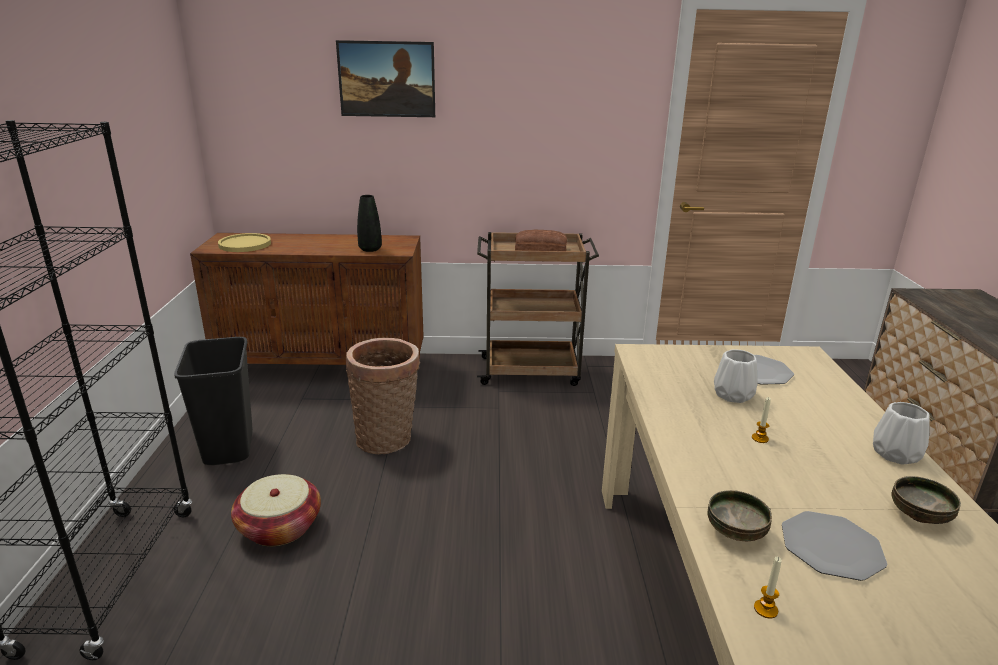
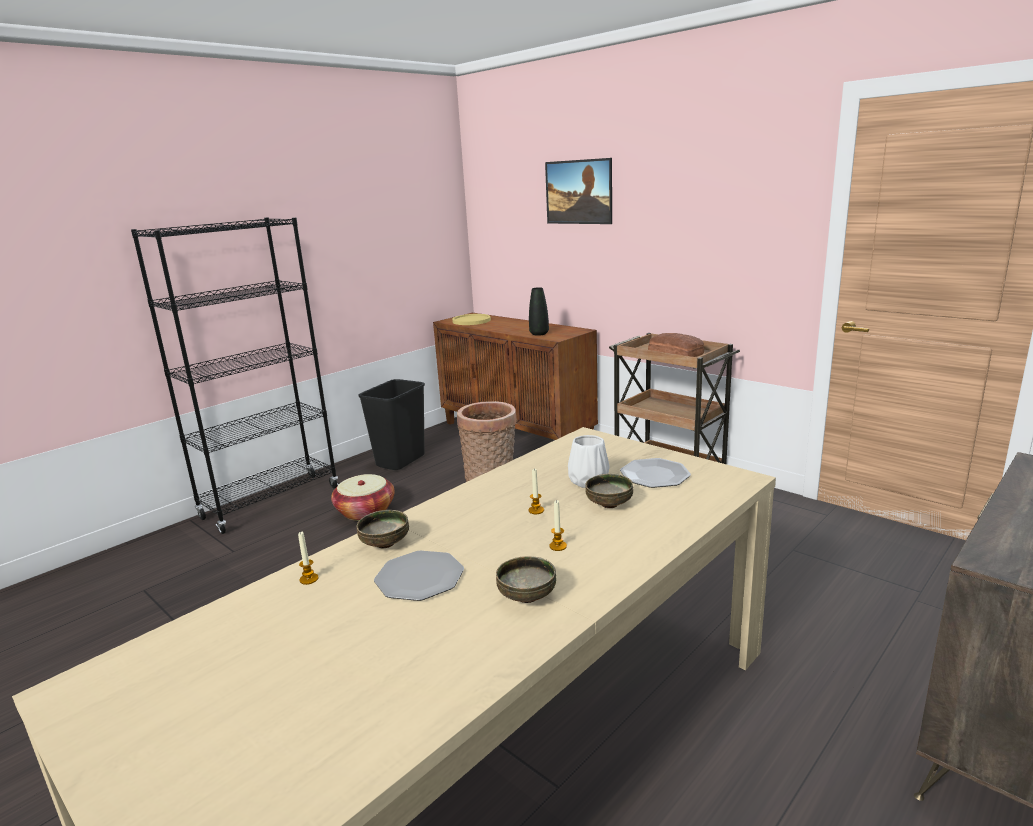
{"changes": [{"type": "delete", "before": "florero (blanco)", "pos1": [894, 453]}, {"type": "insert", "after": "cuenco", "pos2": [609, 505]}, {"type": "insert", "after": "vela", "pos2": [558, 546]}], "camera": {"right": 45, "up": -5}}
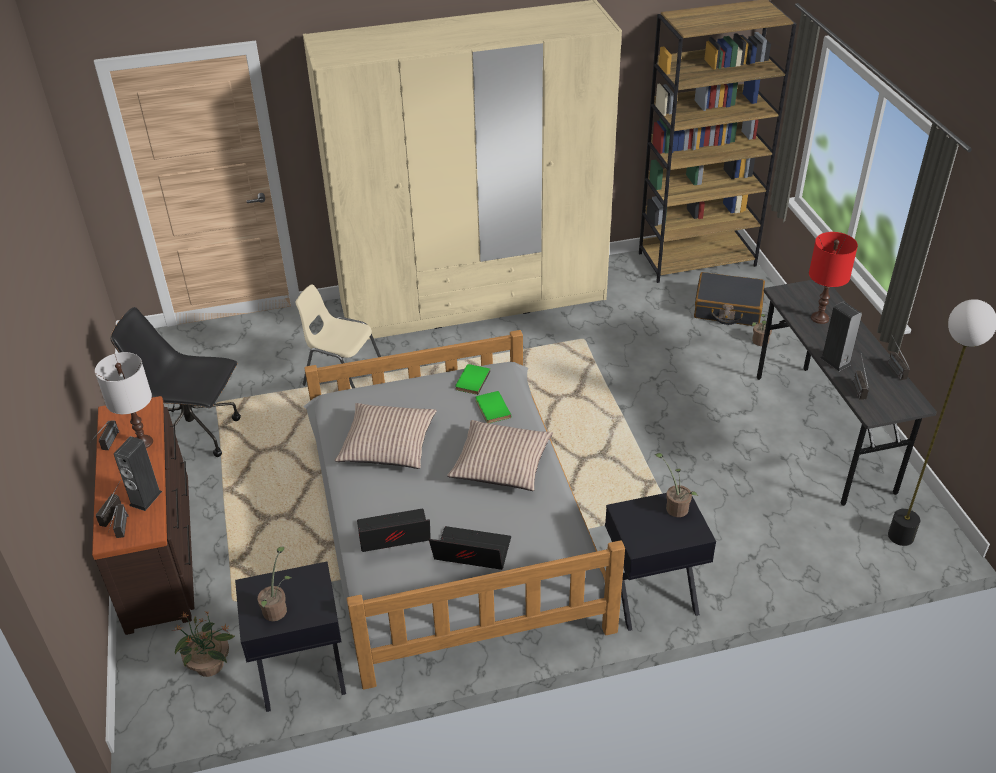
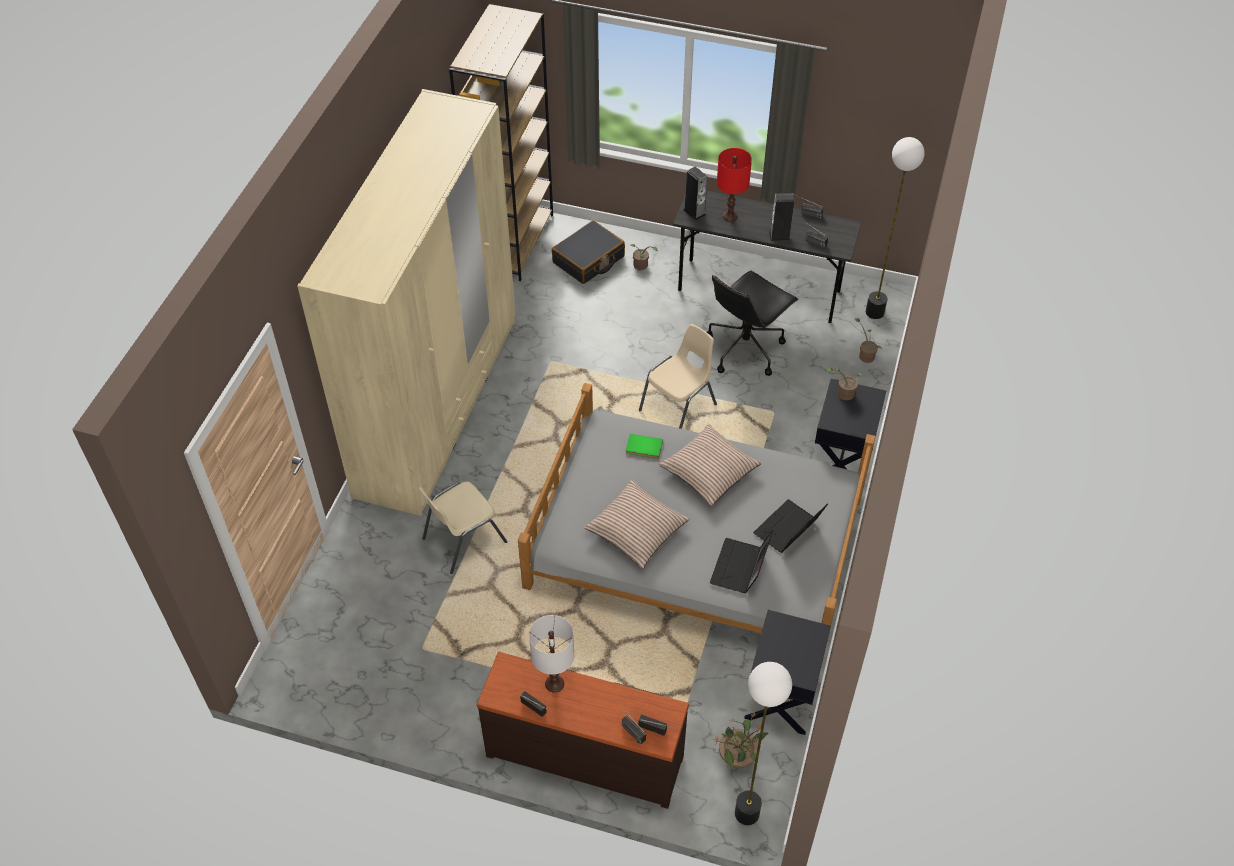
{"changes": [{"type": "move", "before": "silla de oficina (negro)", "pos1": [195, 433], "pos2": [745, 348]}, {"type": "delete", "before": "libro (verde)", "pos1": [471, 380]}, {"type": "move", "before": "altavoz", "pos1": [145, 498], "pos2": [694, 212]}, {"type": "move", "before": "planta en maceta", "pos1": [277, 608], "pos2": [865, 355]}, {"type": "insert", "after": "silla (beis)", "pos2": [679, 408]}, {"type": "insert", "after": "lámpara de pie", "pos2": [747, 813]}], "camera": {"right": -60, "up": 10}}
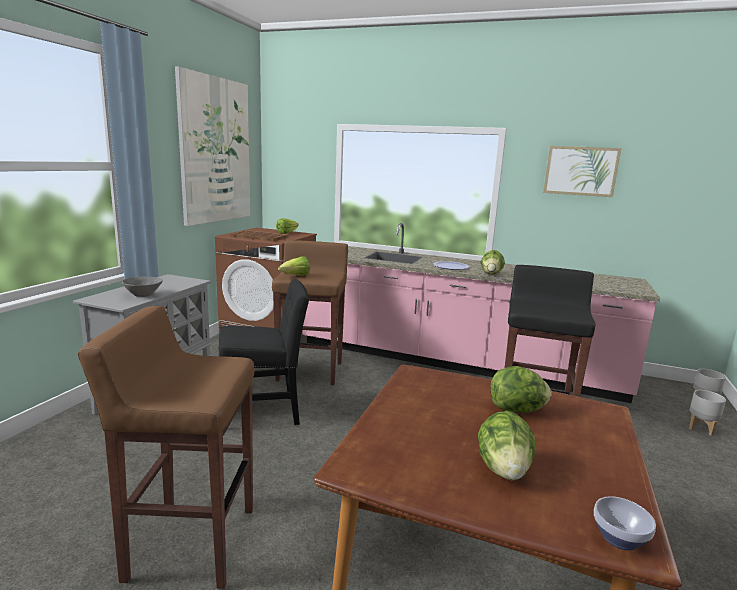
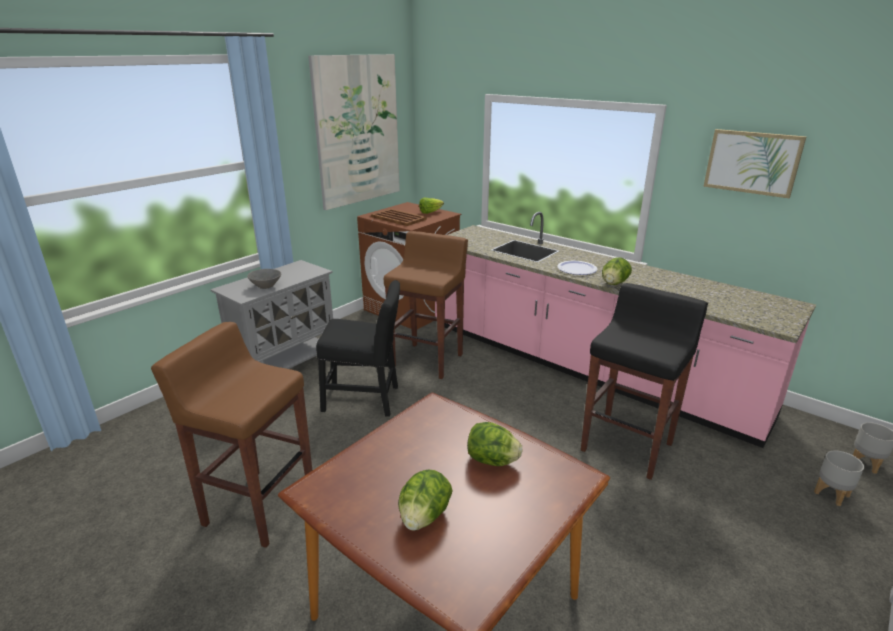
{"changes": [{"type": "delete", "before": "lechuga", "pos1": [296, 276]}, {"type": "delete", "before": "cuenco", "pos1": [620, 537]}], "camera": {"right": 20, "up": 10}}
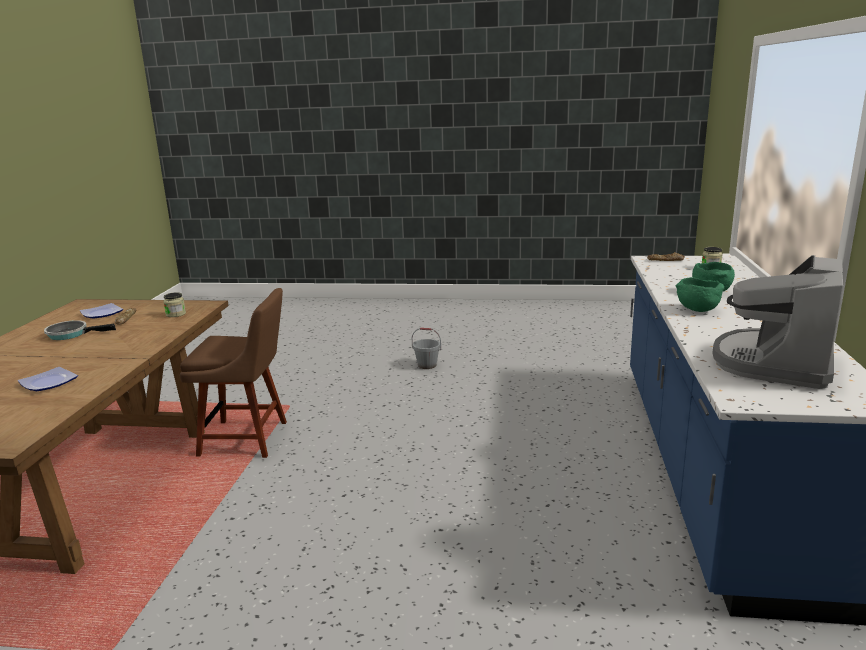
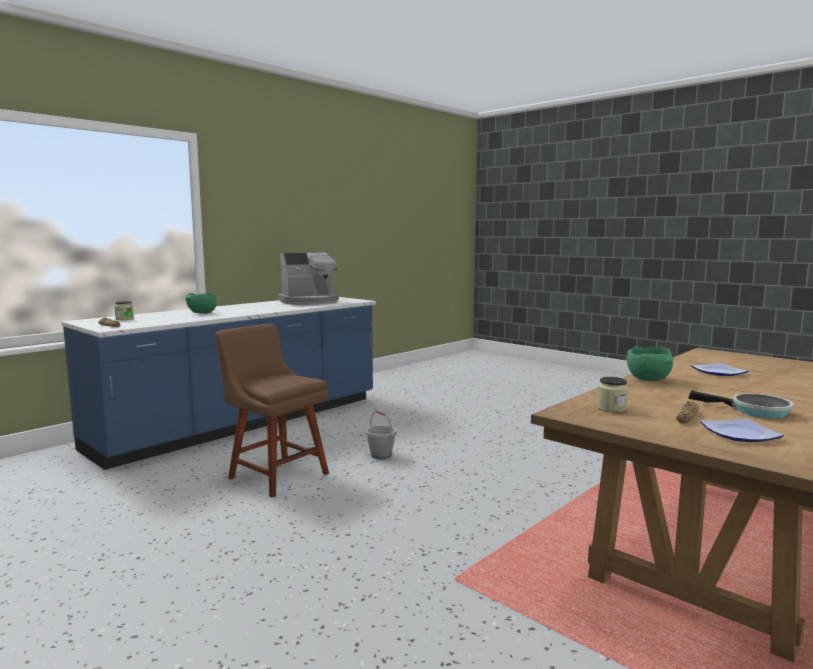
{"changes": [{"type": "move", "before": "cuenco (verde)", "pos1": [697, 310], "pos2": [649, 380]}, {"type": "move", "before": "silla (marrón)", "pos1": [248, 439], "pos2": [275, 474]}, {"type": "move", "before": "cubo (gris)", "pos1": [427, 365], "pos2": [381, 455]}], "camera": {"right": -145, "up": -10}}
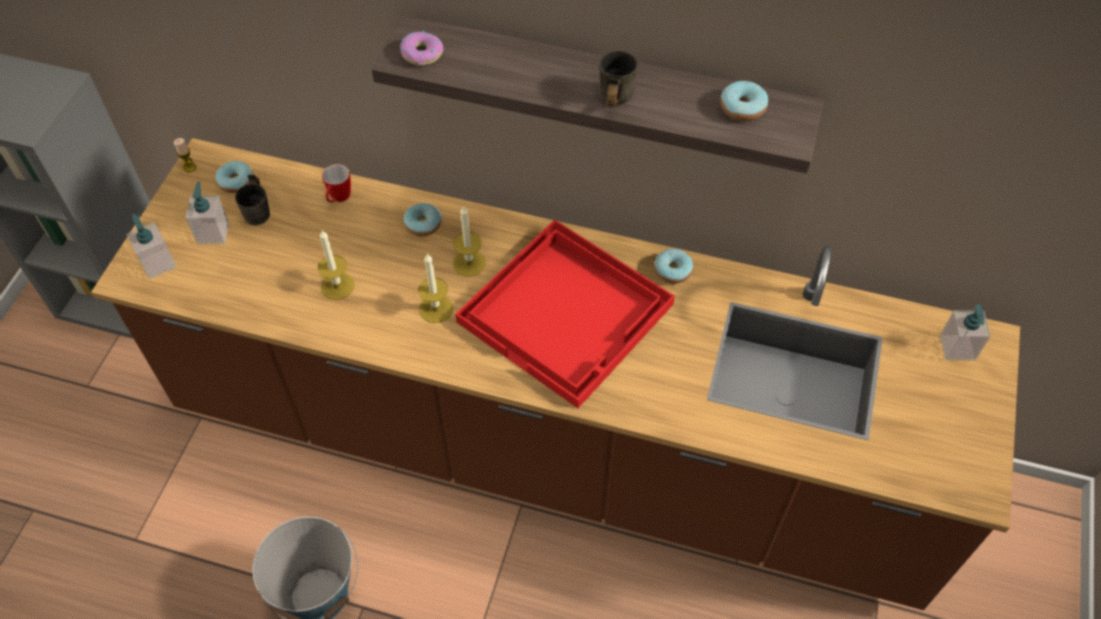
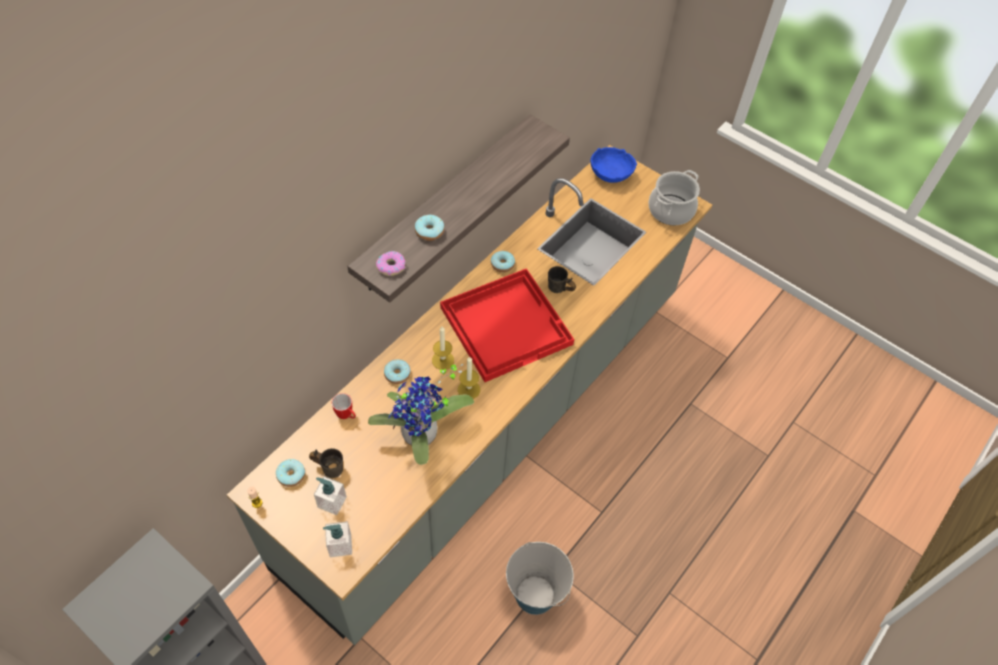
{"changes": [{"type": "move", "before": "taza grande (gris)", "pos1": [611, 100], "pos2": [558, 290]}, {"type": "move", "before": "rosquilla", "pos1": [742, 108], "pos2": [429, 231]}, {"type": "recolor", "before": "mueble bajo de cocina (marrón)", "after": "mueble bajo de cocina (gris)", "pos1": [550, 445], "pos2": [492, 423]}, {"type": "replace", "before": "vela", "after": "planta en maceta", "pos1": [337, 286], "pos2": [422, 438]}, {"type": "replace", "before": "dispensador de jabón", "after": "cuenco (azul)", "pos1": [957, 348], "pos2": [610, 173]}, {"type": "insert", "after": "olla", "pos2": [670, 210]}], "camera": {"right": -70, "up": 0}}
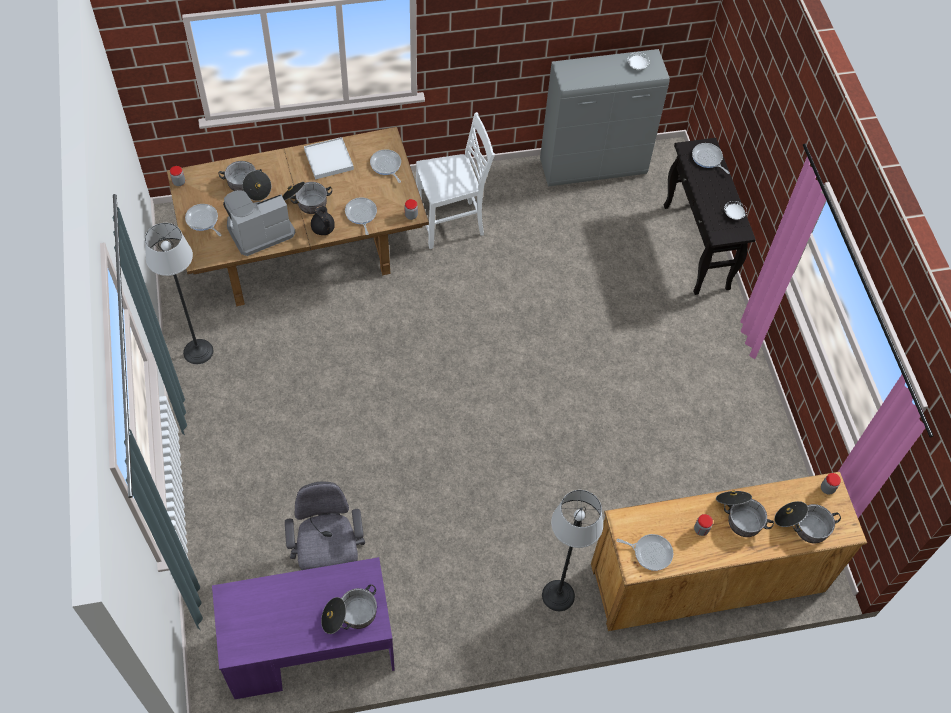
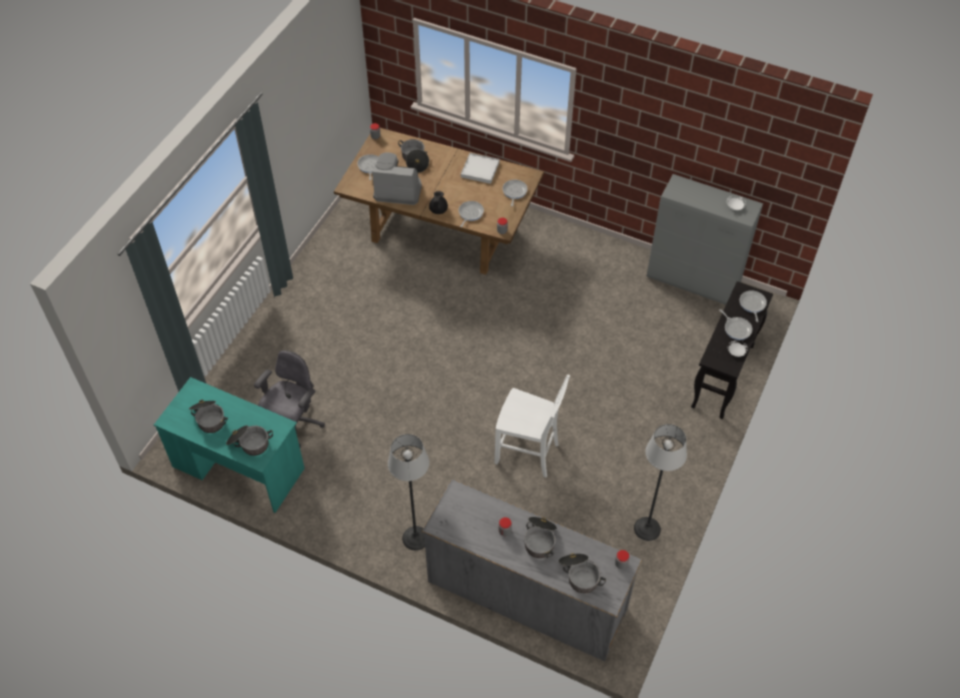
{"changes": [{"type": "move", "before": "silla (blanco)", "pos1": [451, 224], "pos2": [528, 453]}, {"type": "move", "before": "olla", "pos1": [305, 202], "pos2": [209, 418]}, {"type": "move", "before": "lámpara de pie", "pos1": [198, 351], "pos2": [647, 528]}, {"type": "recolor", "before": "cómoda (marrón)", "after": "cómoda (gris)", "pos1": [707, 578], "pos2": [527, 595]}, {"type": "move", "before": "sartén", "pos1": [650, 552], "pos2": [736, 328]}, {"type": "recolor", "before": "escritorio (morado)", "after": "escritorio (turquesa)", "pos1": [310, 649], "pos2": [238, 467]}], "camera": {"right": 40, "up": -5}}
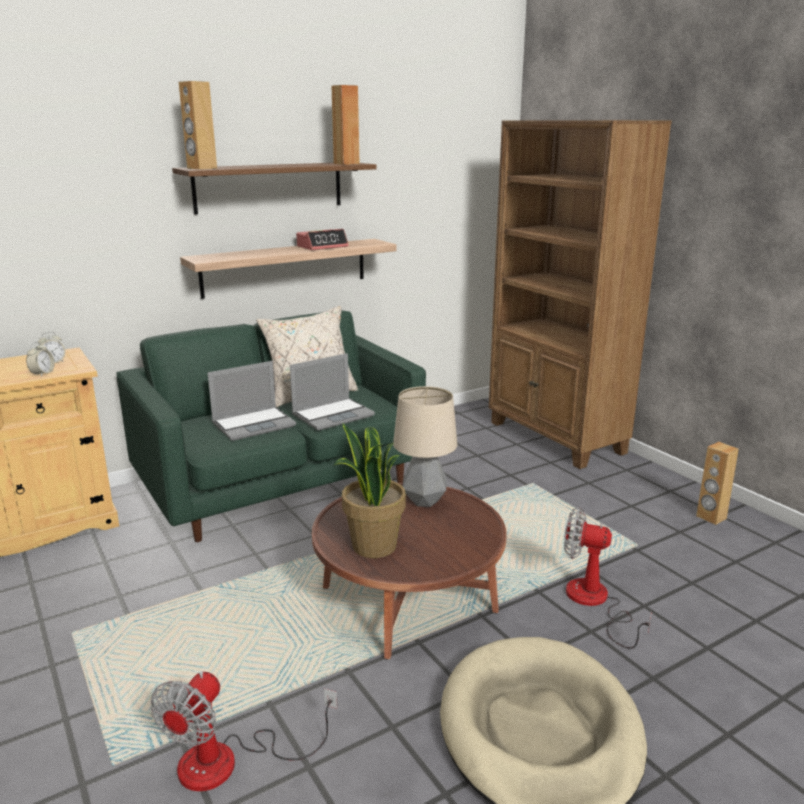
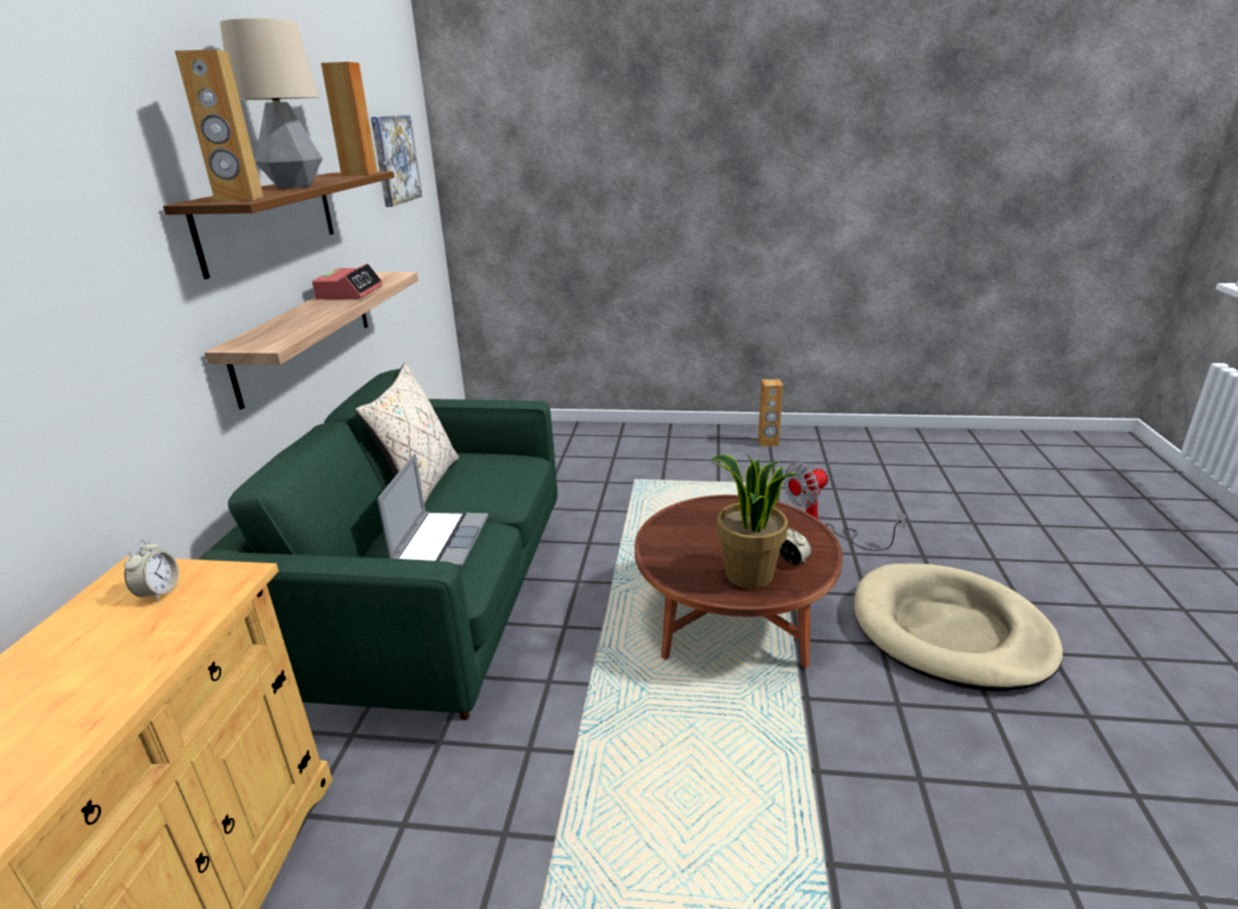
{"changes": [{"type": "delete", "before": "estantería (marrón)", "pos1": [556, 438]}, {"type": "move", "before": "despertador", "pos1": [42, 374], "pos2": [793, 561]}, {"type": "delete", "before": "portátil", "pos1": [333, 415]}, {"type": "move", "before": "lámpara de mesa", "pos1": [424, 501], "pos2": [295, 186]}, {"type": "delete", "before": "ventilador", "pos1": [229, 762]}, {"type": "insert", "after": "cuadro", "pos2": [394, 159]}], "camera": {"right": -50, "up": 5}}
